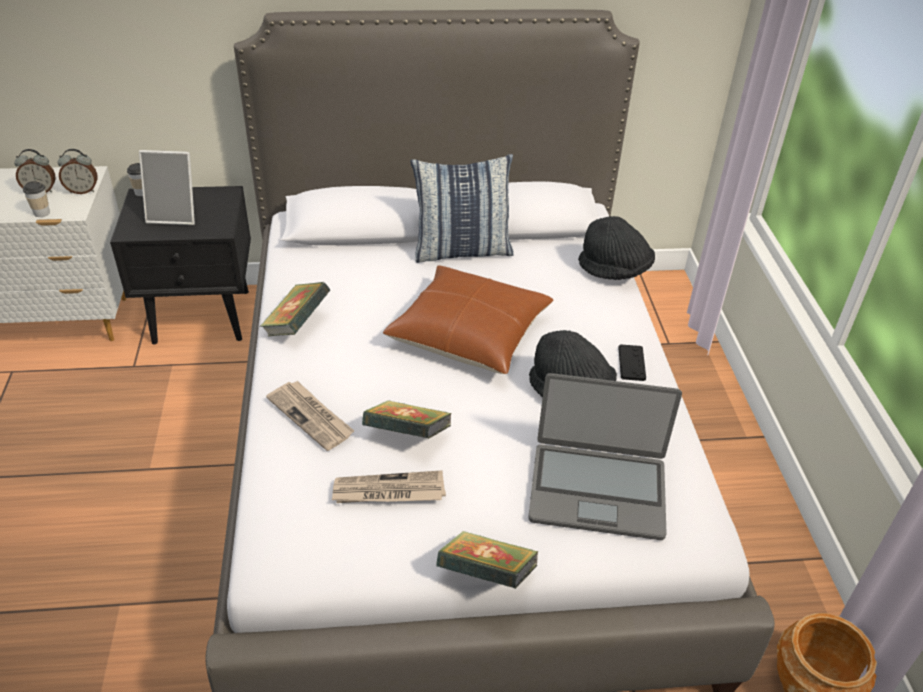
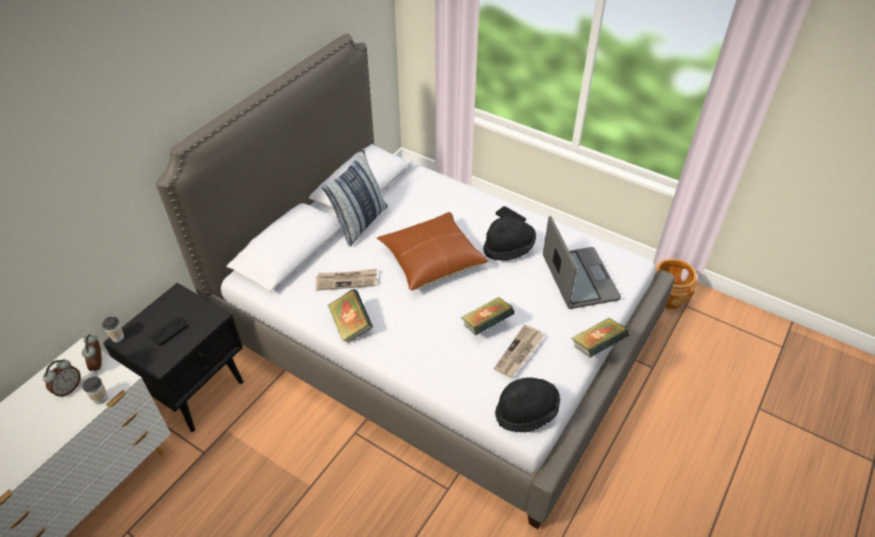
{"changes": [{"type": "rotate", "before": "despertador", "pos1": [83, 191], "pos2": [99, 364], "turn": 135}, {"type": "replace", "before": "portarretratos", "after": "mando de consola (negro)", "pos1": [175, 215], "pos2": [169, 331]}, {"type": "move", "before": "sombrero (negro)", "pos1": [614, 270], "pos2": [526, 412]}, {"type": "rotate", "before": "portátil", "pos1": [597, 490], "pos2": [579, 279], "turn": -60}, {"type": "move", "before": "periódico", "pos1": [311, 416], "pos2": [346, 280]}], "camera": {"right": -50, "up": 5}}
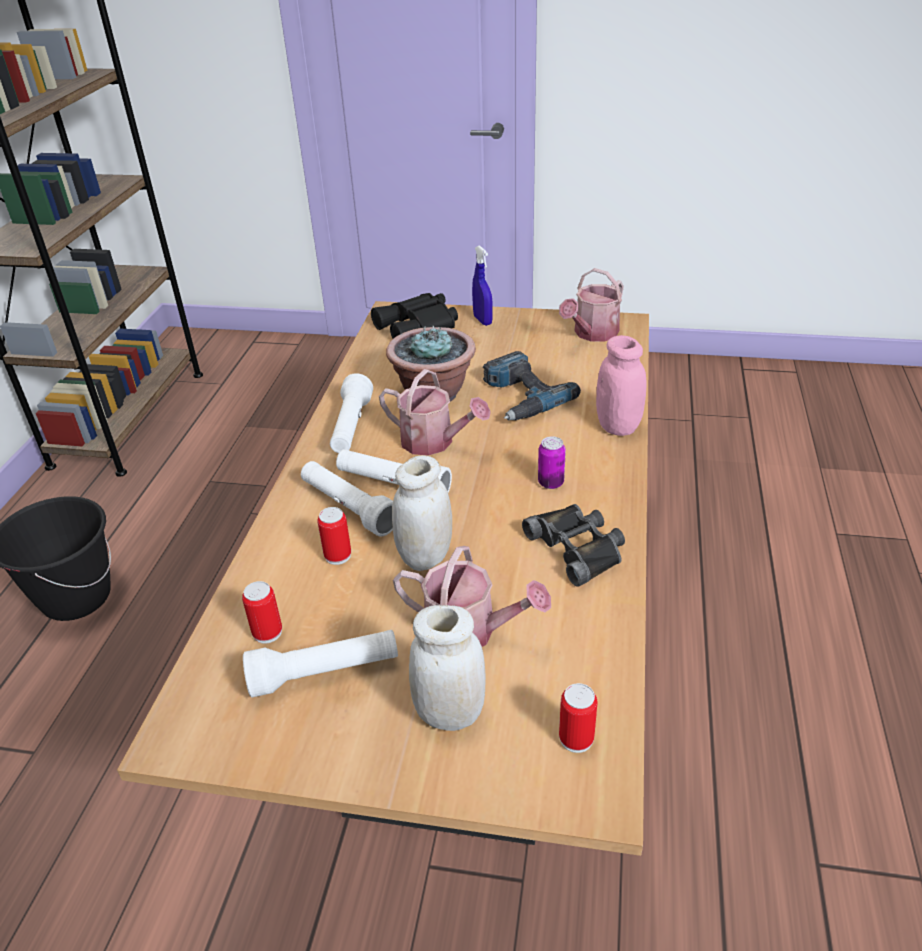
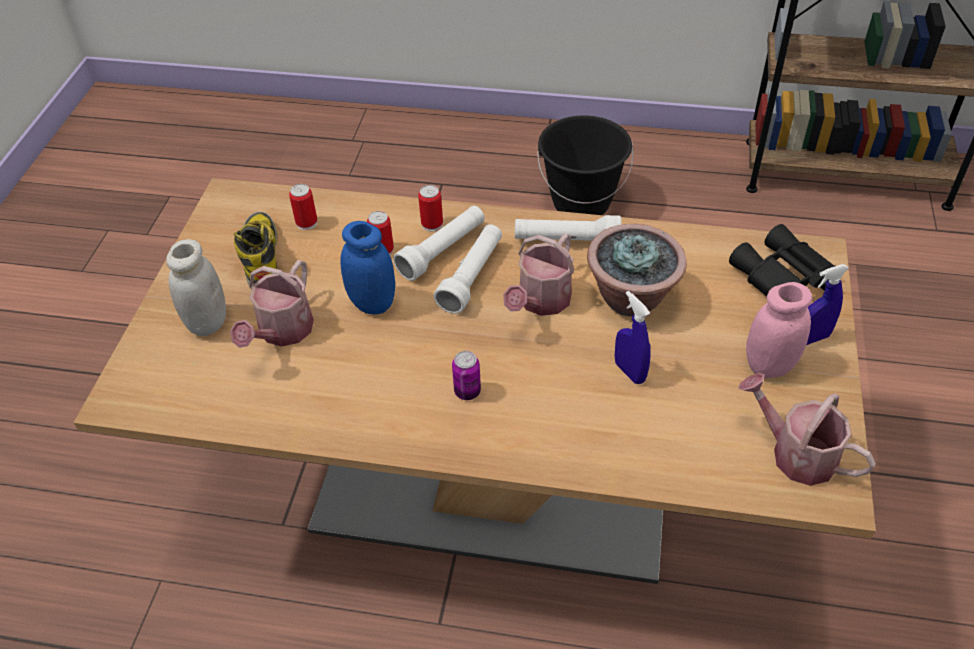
{"changes": [{"type": "move", "before": "tarro (rosa)", "pos1": [618, 426], "pos2": [769, 366]}, {"type": "replace", "before": "taladro", "after": "pulverizador (azul)", "pos1": [520, 396], "pos2": [629, 372]}, {"type": "recolor", "before": "tarro (blanco)", "after": "tarro (azul)", "pos1": [425, 557], "pos2": [372, 303]}, {"type": "delete", "before": "prismáticos (negro)", "pos1": [578, 548]}, {"type": "replace", "before": "linterna (blanco)", "after": "bota", "pos1": [325, 673], "pos2": [261, 256]}, {"type": "move", "before": "lata", "pos1": [576, 738], "pos2": [432, 224]}], "camera": {"right": 90, "up": 10}}
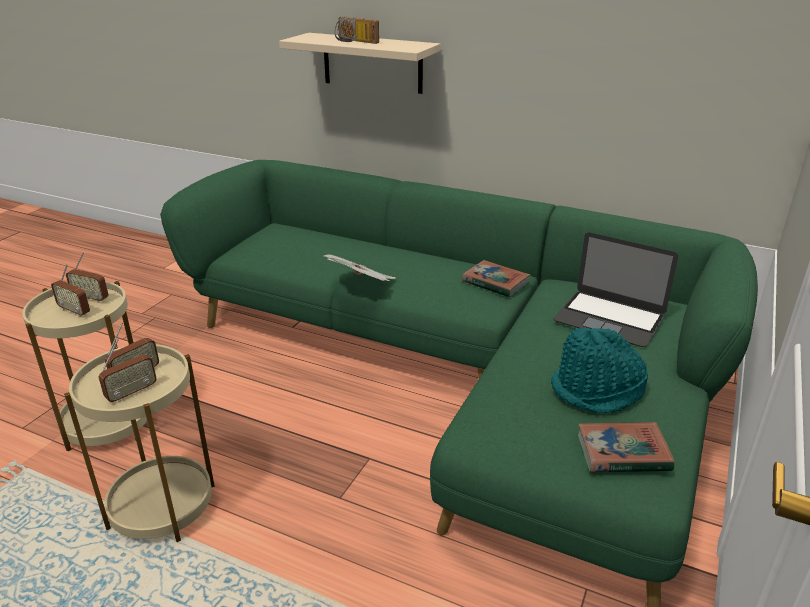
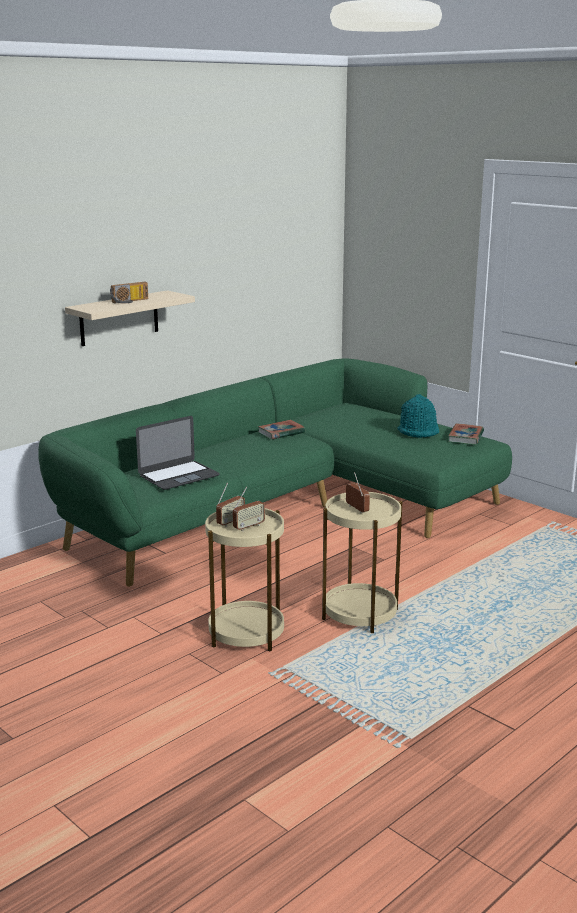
{"changes": [{"type": "move", "before": "portátil", "pos1": [609, 318], "pos2": [179, 475]}, {"type": "delete", "before": "periódico", "pos1": [362, 285]}, {"type": "delete", "before": "radio", "pos1": [131, 393]}], "camera": {"right": -70, "up": -10}}
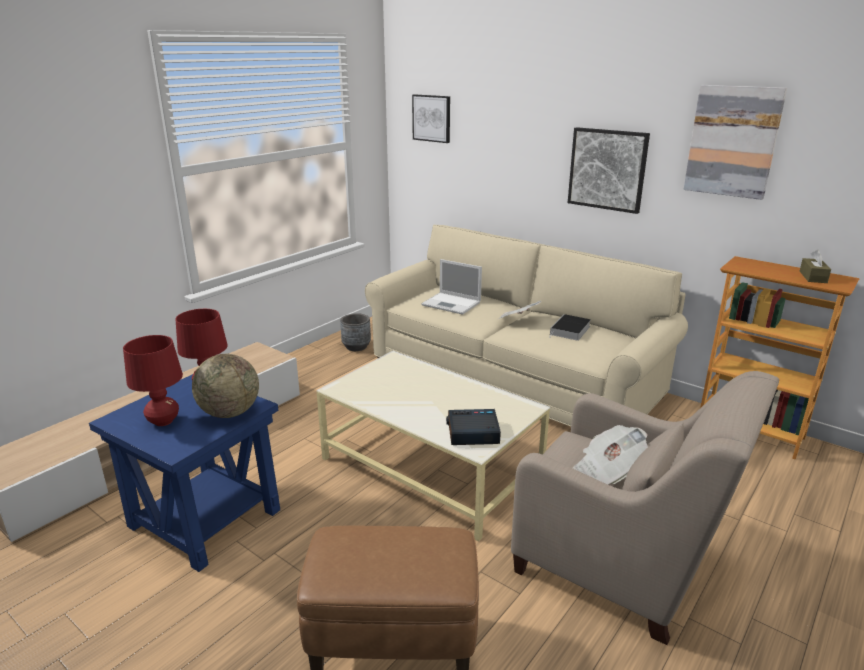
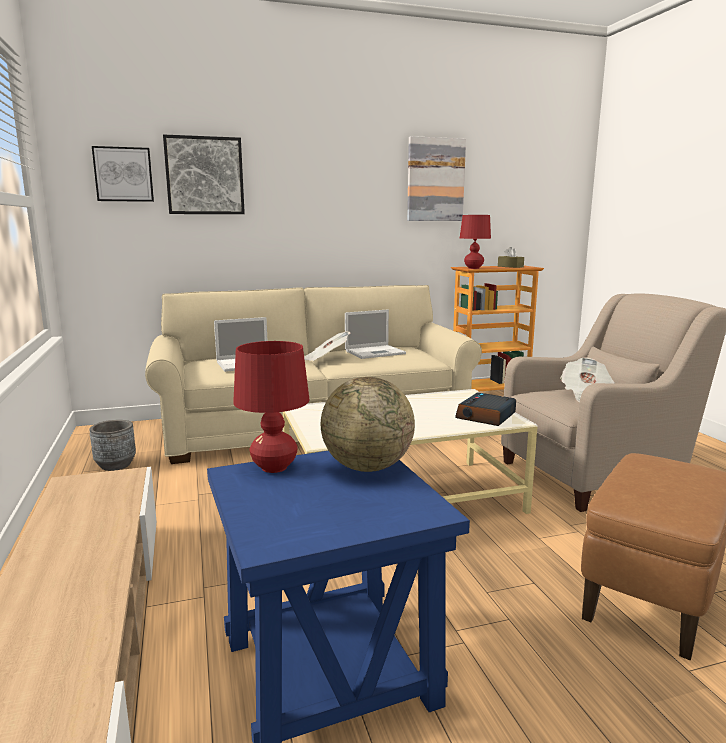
{"changes": [{"type": "move", "before": "cuadro", "pos1": [607, 169], "pos2": [204, 176]}, {"type": "replace", "before": "libro", "after": "portátil", "pos1": [570, 331], "pos2": [376, 352]}, {"type": "move", "before": "lámpara de mesa (rojo)", "pos1": [163, 421], "pos2": [473, 268]}], "camera": {"right": -55, "up": -10}}
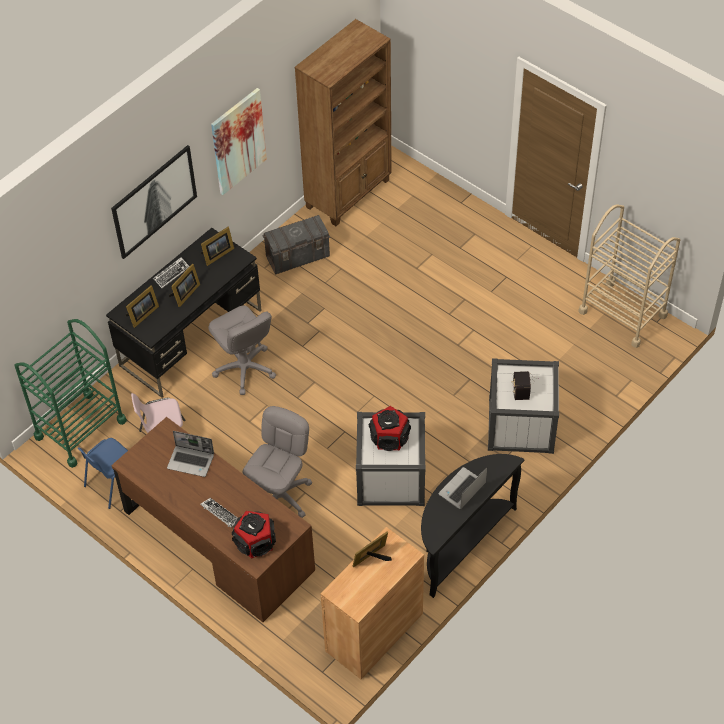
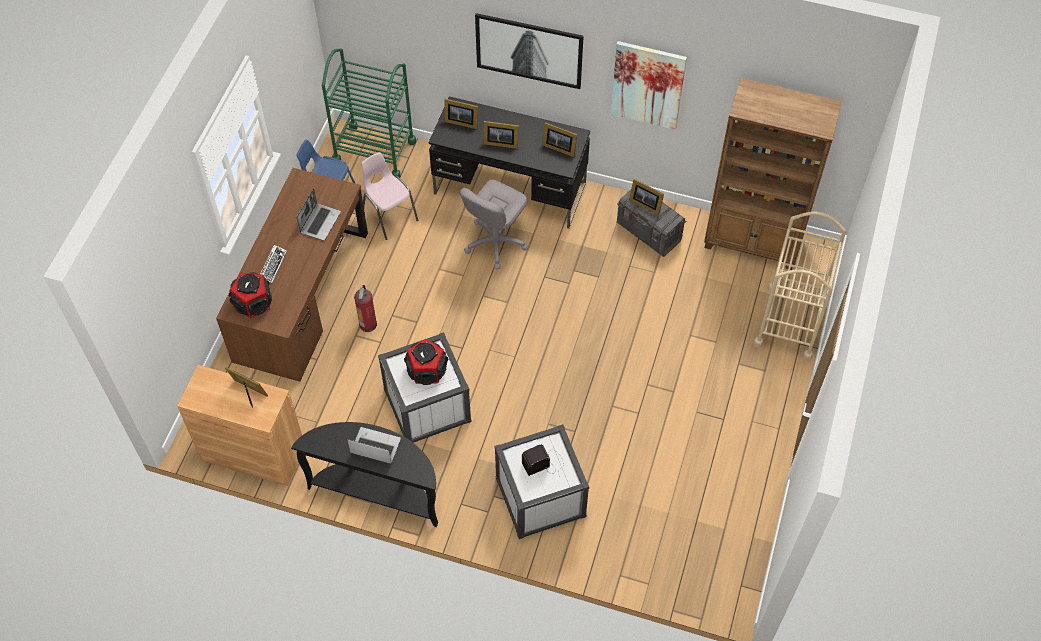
{"changes": [{"type": "move", "before": "carrito (beis)", "pos1": [622, 313], "pos2": [789, 322]}, {"type": "delete", "before": "teclado", "pos1": [171, 274]}, {"type": "replace", "before": "silla de oficina (gris)", "after": "extintor", "pos1": [280, 496], "pos2": [368, 324]}, {"type": "rotate", "before": "portátil", "pos1": [191, 461], "pos2": [320, 222], "turn": -150}, {"type": "insert", "after": "portarretratos", "pos2": [645, 203]}], "camera": {"right": 65, "up": 5}}
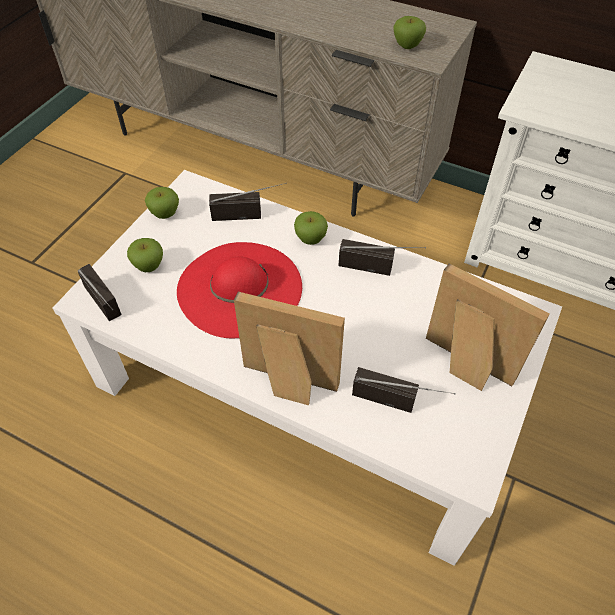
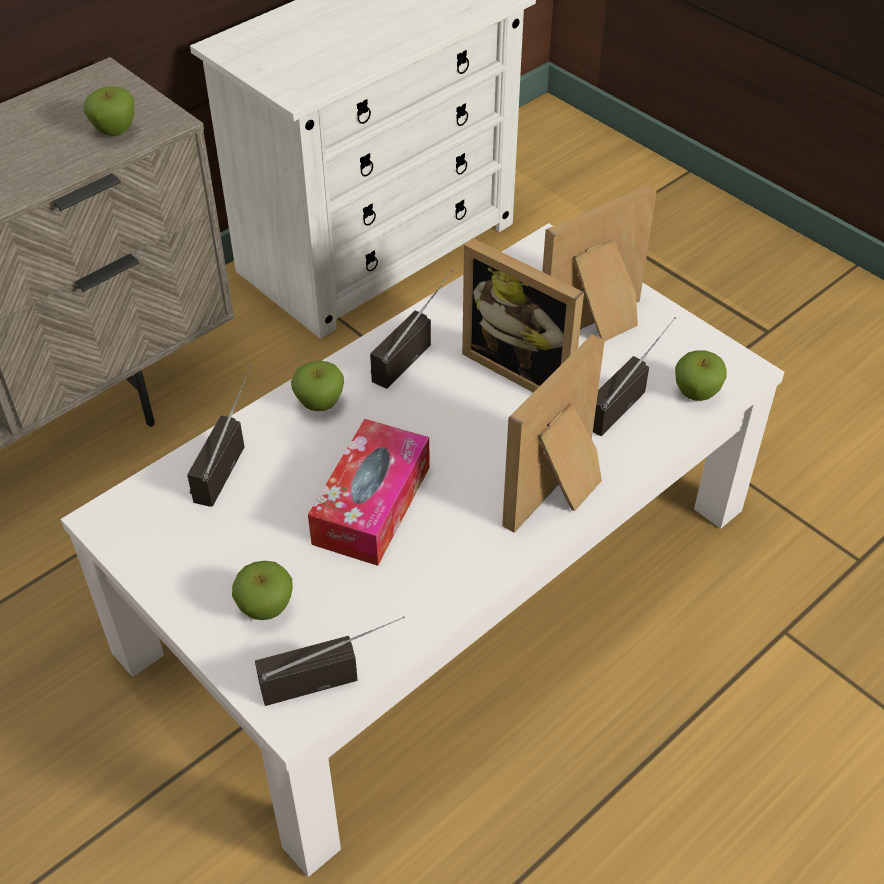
{"changes": [{"type": "move", "before": "manzana", "pos1": [165, 214], "pos2": [696, 393]}, {"type": "replace", "before": "sombrero (rojo)", "after": "caja de pañuelos", "pos1": [239, 288], "pos2": [372, 505]}, {"type": "insert", "after": "portarretratos", "pos2": [525, 369]}], "camera": {"right": -70, "up": -5}}
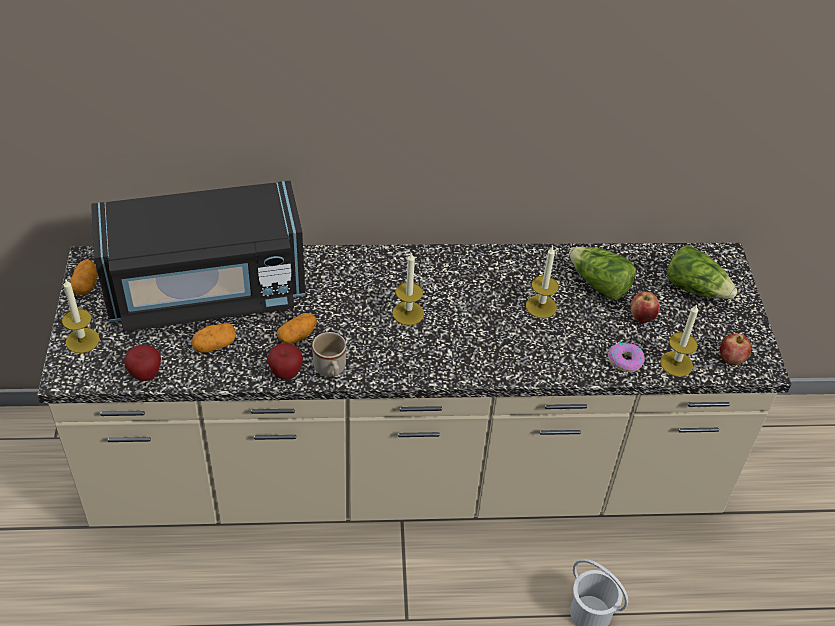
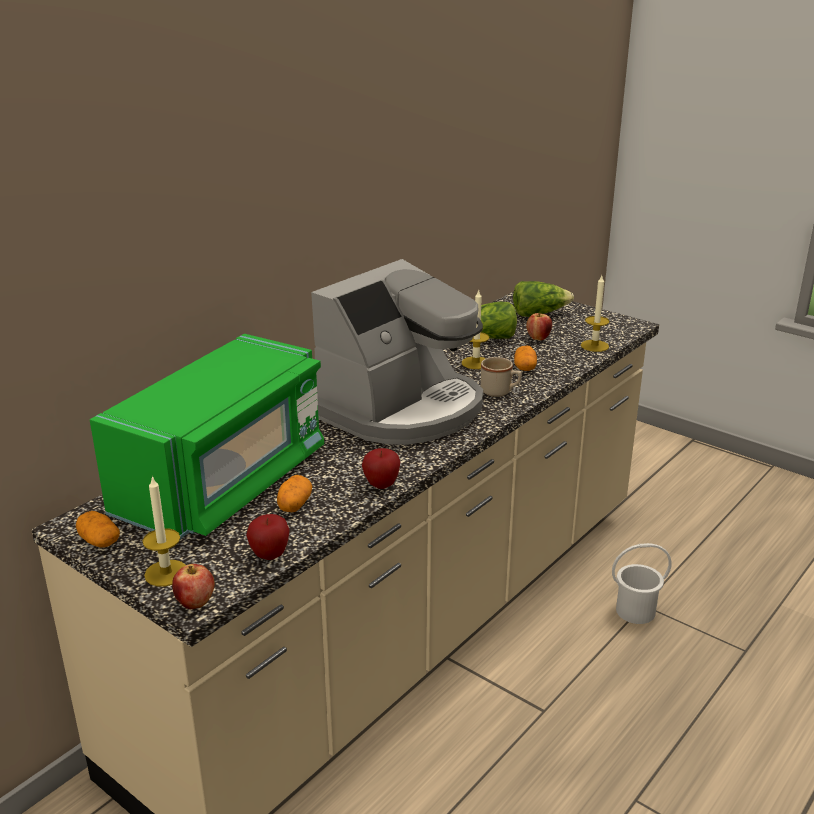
{"changes": [{"type": "recolor", "before": "microondas (negro)", "after": "microondas (verde)", "pos1": [206, 291], "pos2": [224, 482]}, {"type": "replace", "before": "vela", "after": "cafetera", "pos1": [408, 313], "pos2": [402, 409]}, {"type": "move", "before": "patata", "pos1": [297, 336], "pos2": [524, 368]}, {"type": "move", "before": "taza grande (beis)", "pos1": [331, 370], "pos2": [500, 392]}, {"type": "move", "before": "manzana", "pos1": [731, 359], "pos2": [195, 603]}, {"type": "delete", "before": "rosquilla", "pos1": [625, 360]}], "camera": {"right": -45, "up": -20}}
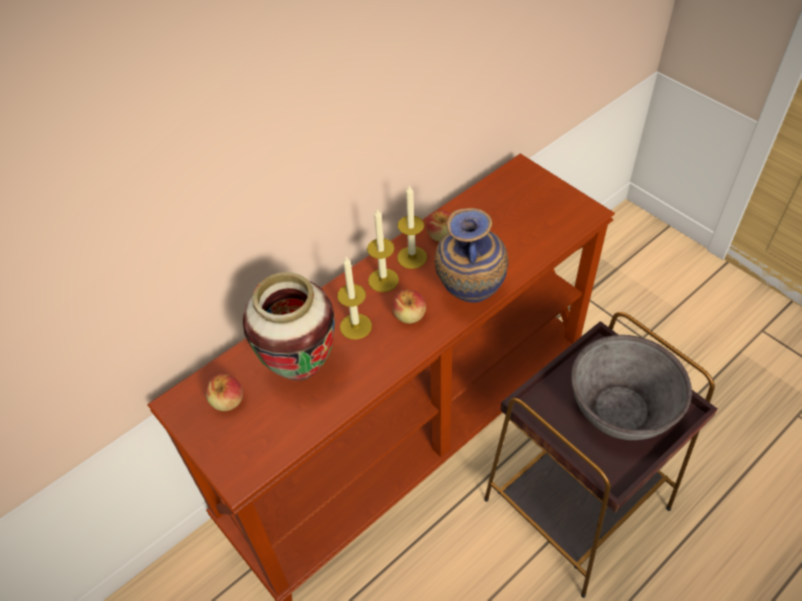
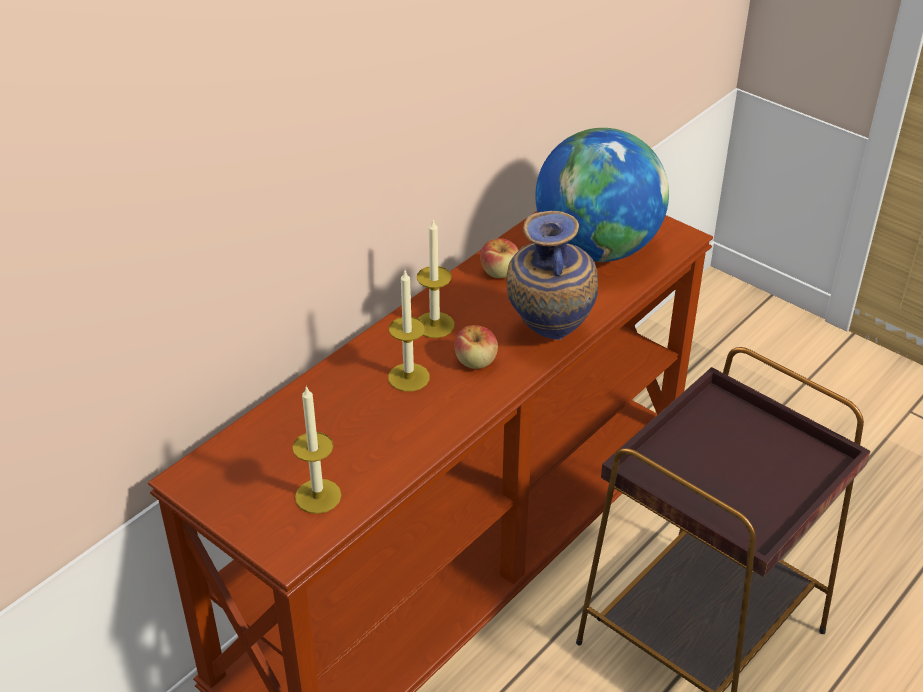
{"changes": [{"type": "move", "before": "vela", "pos1": [412, 257], "pos2": [318, 496]}, {"type": "delete", "before": "florero", "pos1": [301, 369]}, {"type": "delete", "before": "cuenco (gris)", "pos1": [620, 409]}, {"type": "delete", "before": "manzana", "pos1": [227, 401]}, {"type": "insert", "after": "globo terráqueo", "pos2": [597, 249]}], "camera": {"right": -10, "up": -10}}
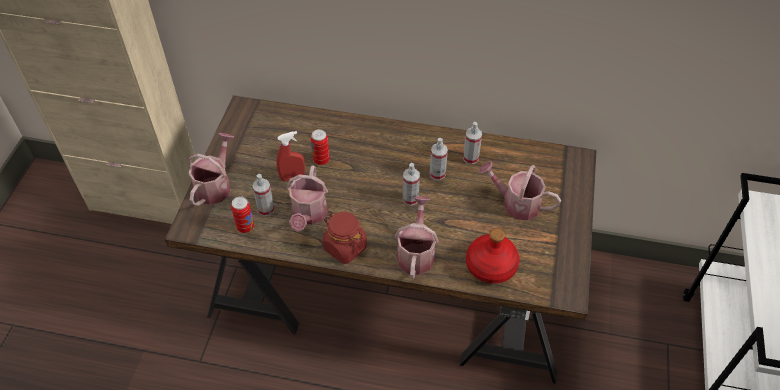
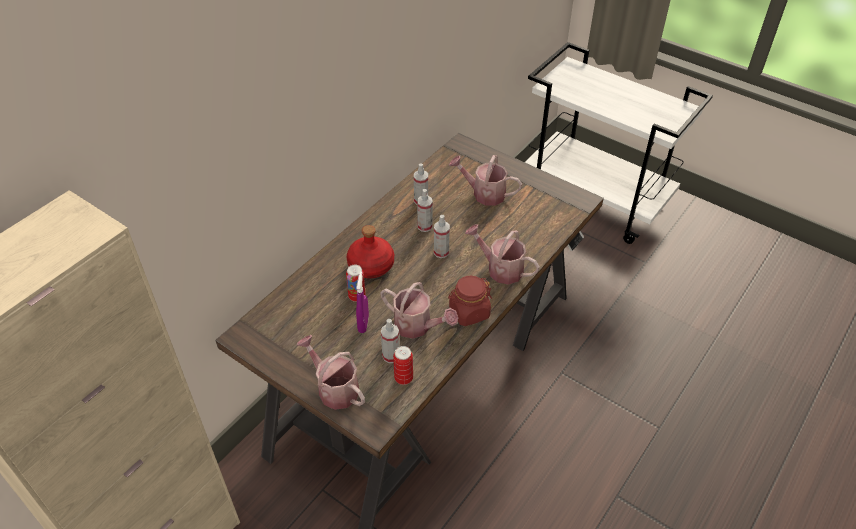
{"changes": [{"type": "recolor", "before": "pulverizador (rojo)", "after": "pulverizador (morado)", "pos1": [292, 177], "pos2": [363, 324]}, {"type": "rotate", "before": "regadera", "pos1": [516, 203], "pos2": [484, 194], "turn": 60}, {"type": "move", "before": "botella (rojo)", "pos1": [491, 265], "pos2": [371, 265]}], "camera": {"right": -65, "up": -5}}
